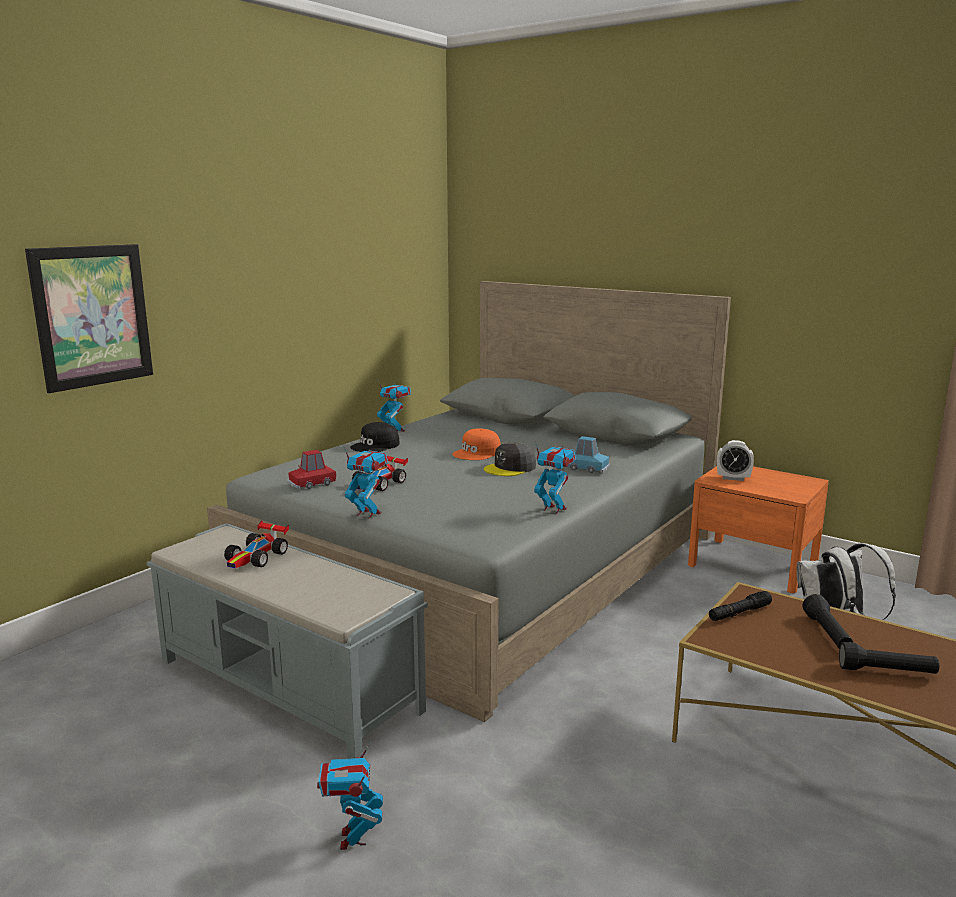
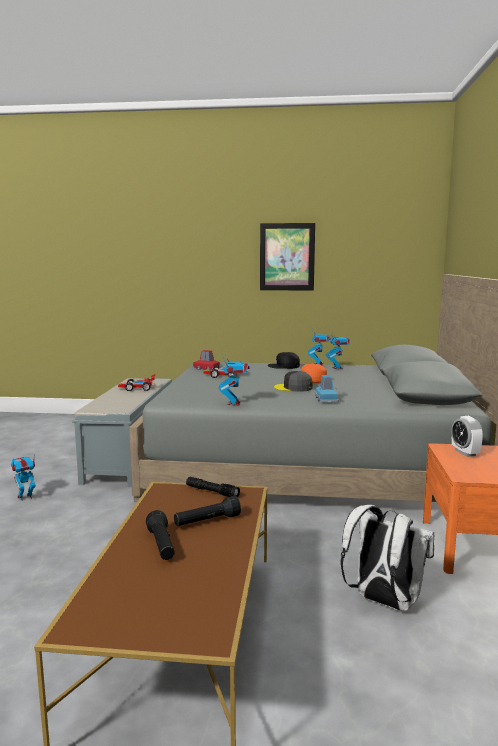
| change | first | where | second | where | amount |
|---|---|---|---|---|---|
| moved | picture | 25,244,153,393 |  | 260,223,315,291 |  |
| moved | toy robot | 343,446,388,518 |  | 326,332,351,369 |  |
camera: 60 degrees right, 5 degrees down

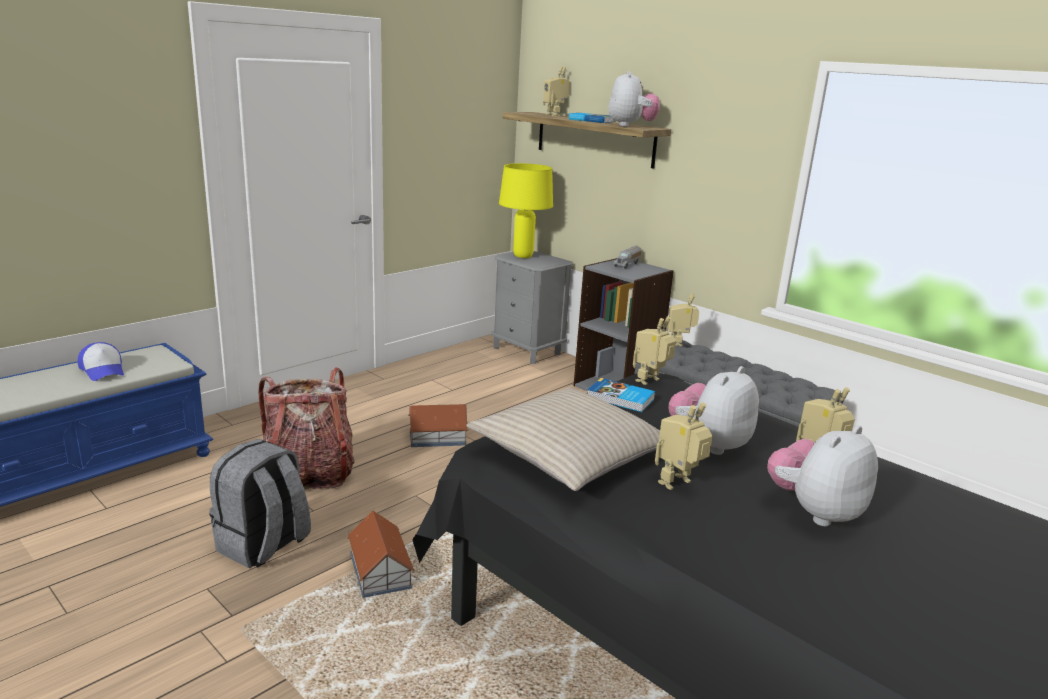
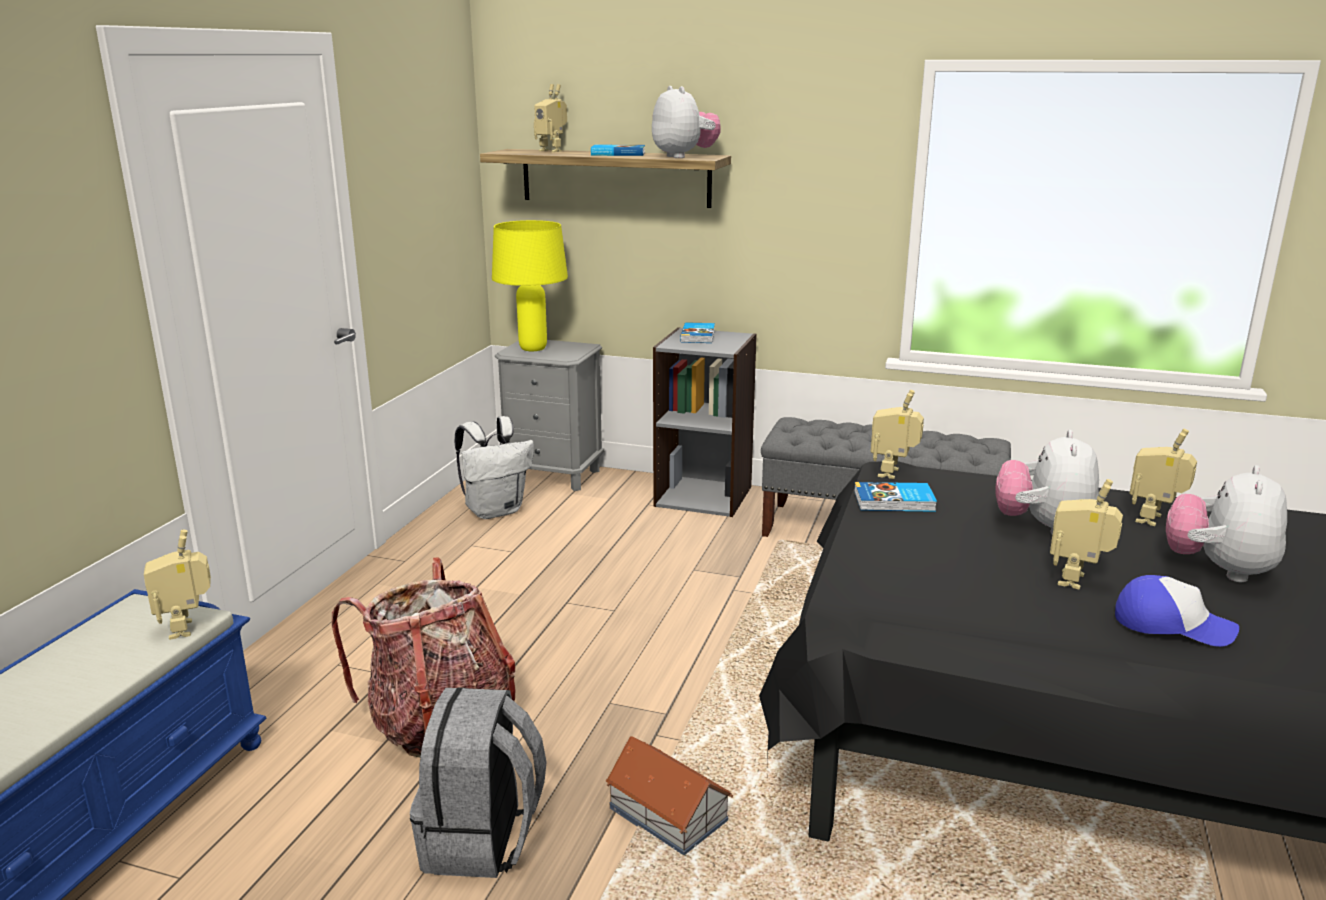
| change | first | where | second | where | amount |
|---|---|---|---|---|---|
| moved | cap | 78,342,124,381 |  | 1115,575,1239,647 |  |
| removed | toy house | 409,404,469,447 |  |  |  |
| removed | beige pillow | 466,387,660,491 |  |  |  |
| replaced | toy truck | 613,246,642,269 | book | 680,322,715,343 |  |
| moved | toy robot | 668,293,699,346 |  | 144,530,211,640 |  |
| added |  |  | white backpack | 455,416,534,519 |  |
camera: 25 degrees left, 0 degrees up

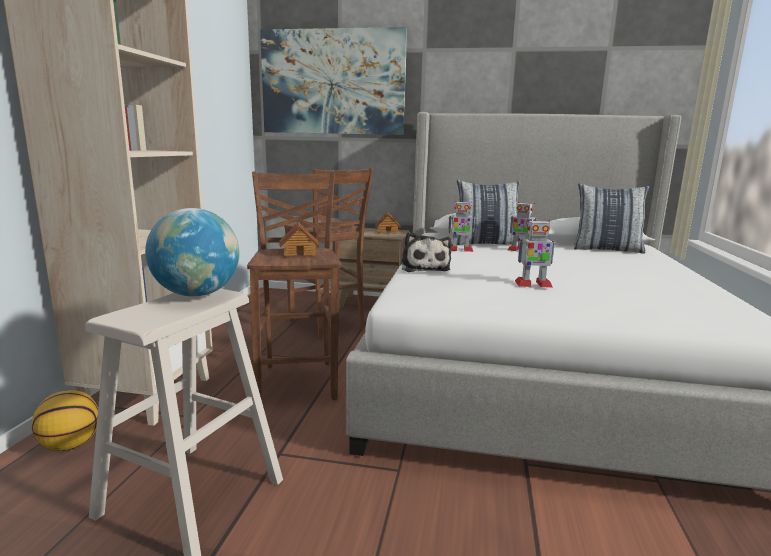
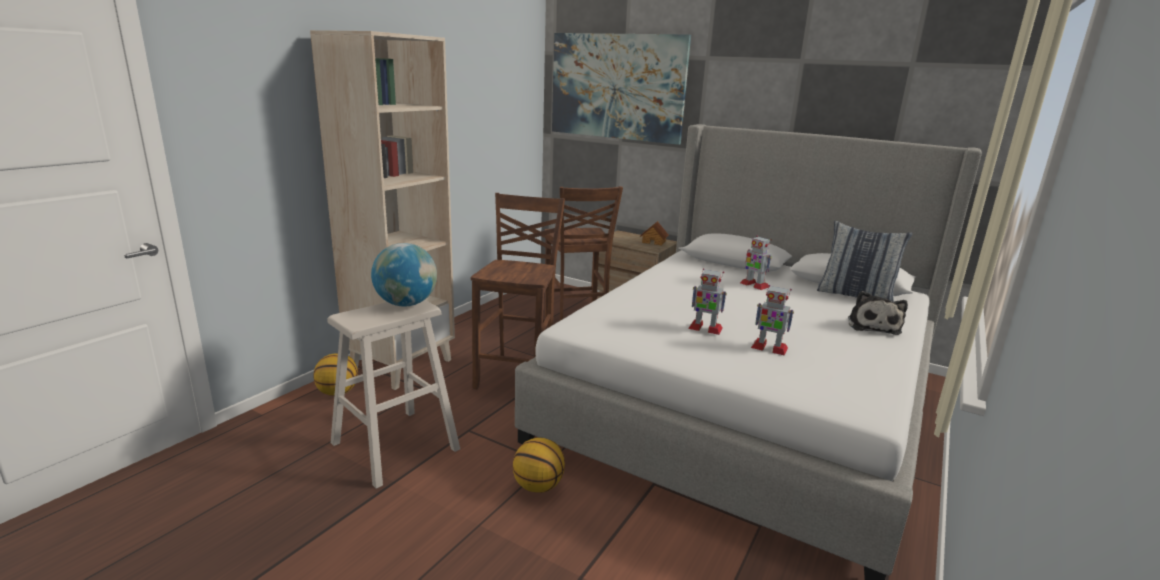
| change | first | where | second | where | amount |
|---|---|---|---|---|---|
| removed | toy house | 279,222,319,257 |  |  |  |
| moved | plush toy | 401,232,452,272 |  | 848,291,908,335 |  |
| moved | toy robot | 449,201,476,252 |  | 751,285,794,356 |  |
| removed | pillow | 457,180,521,245 |  |  |  |
| added |  |  | basketball | 513,437,565,493 |  |
camera: 20 degrees right, 5 degrees up

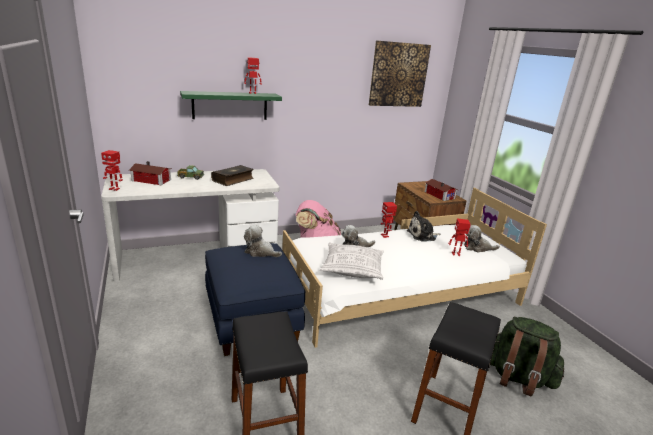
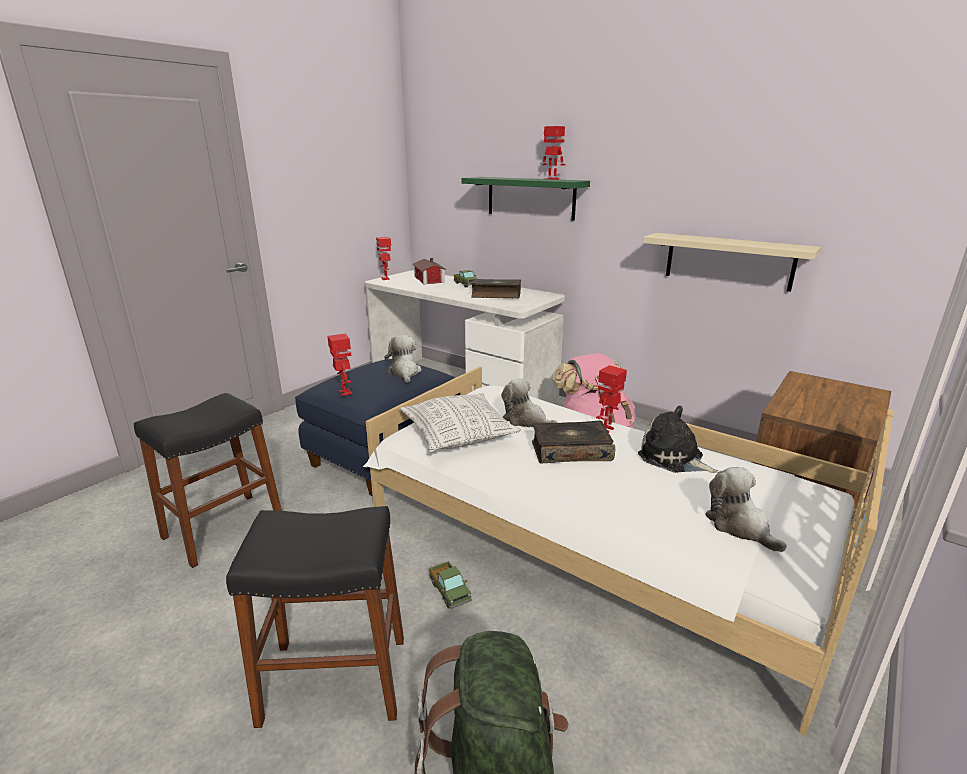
| change | first | where | second | where | amount |
|---|---|---|---|---|---|
| removed | picture | 369,40,431,107 |  |  |  |
| removed | toy house | 425,179,458,201 |  |  |  |
| moved | toy robot | 448,218,471,256 |  | 327,334,352,396 |  |
| added |  |  | toy truck | 429,561,472,609 |  |
| added |  |  | book | 532,420,615,463 |  |
| added |  |  | beige shelf | 643,233,821,292 |  |
camera: 60 degrees right, 0 degrees up

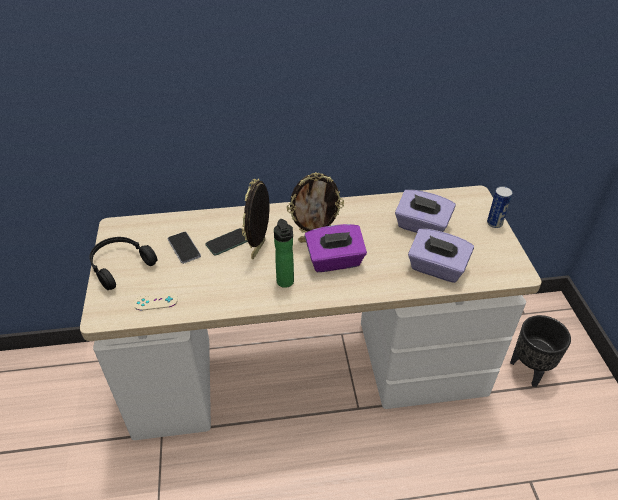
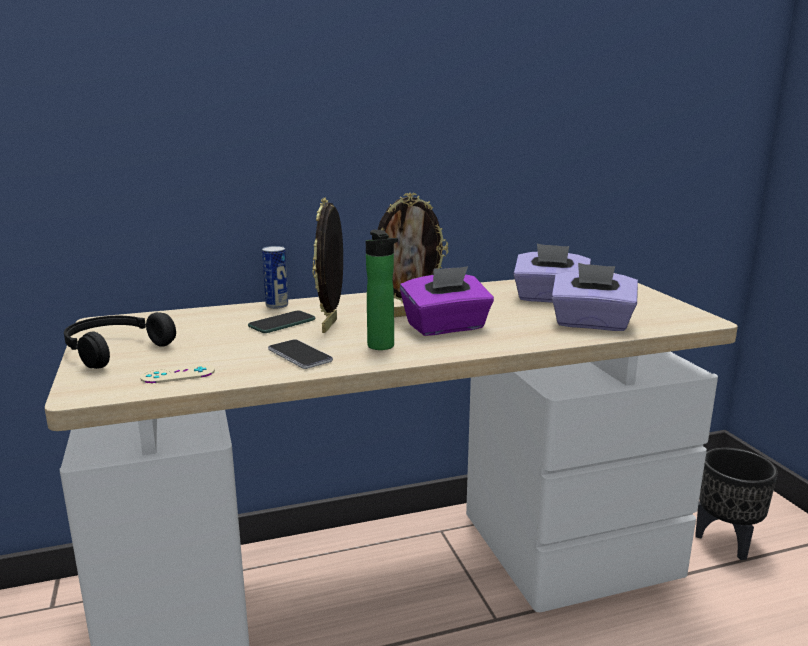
| change | first | where | second | where | amount |
|---|---|---|---|---|---|
| moved | phone | 168,232,201,264 |  | 268,339,333,369 |  |
| moved | can | 487,186,512,228 |  | 262,246,288,309 |  |
camera: 10 degrees left, 25 degrees down

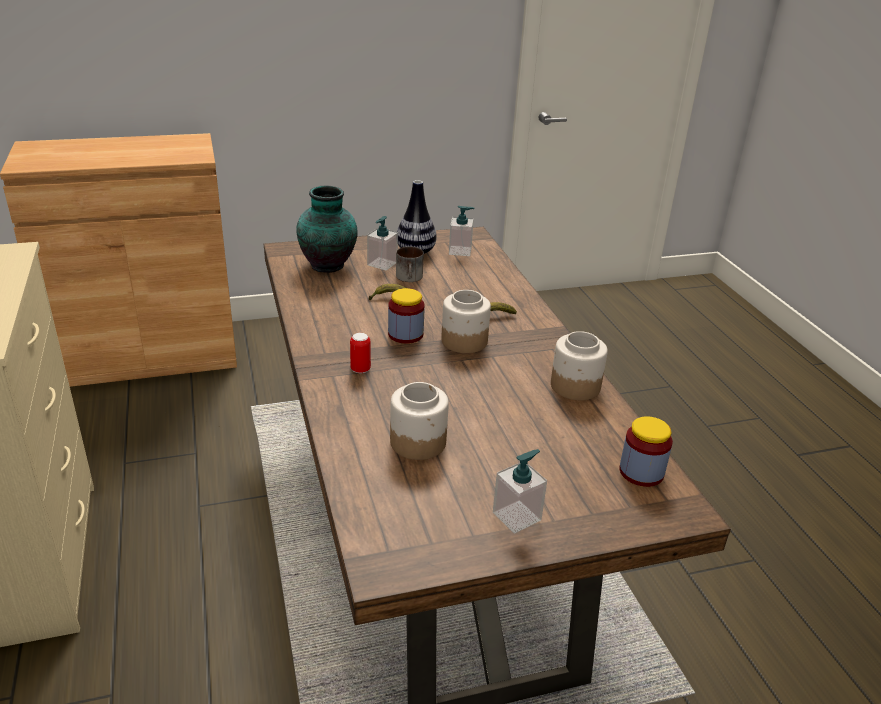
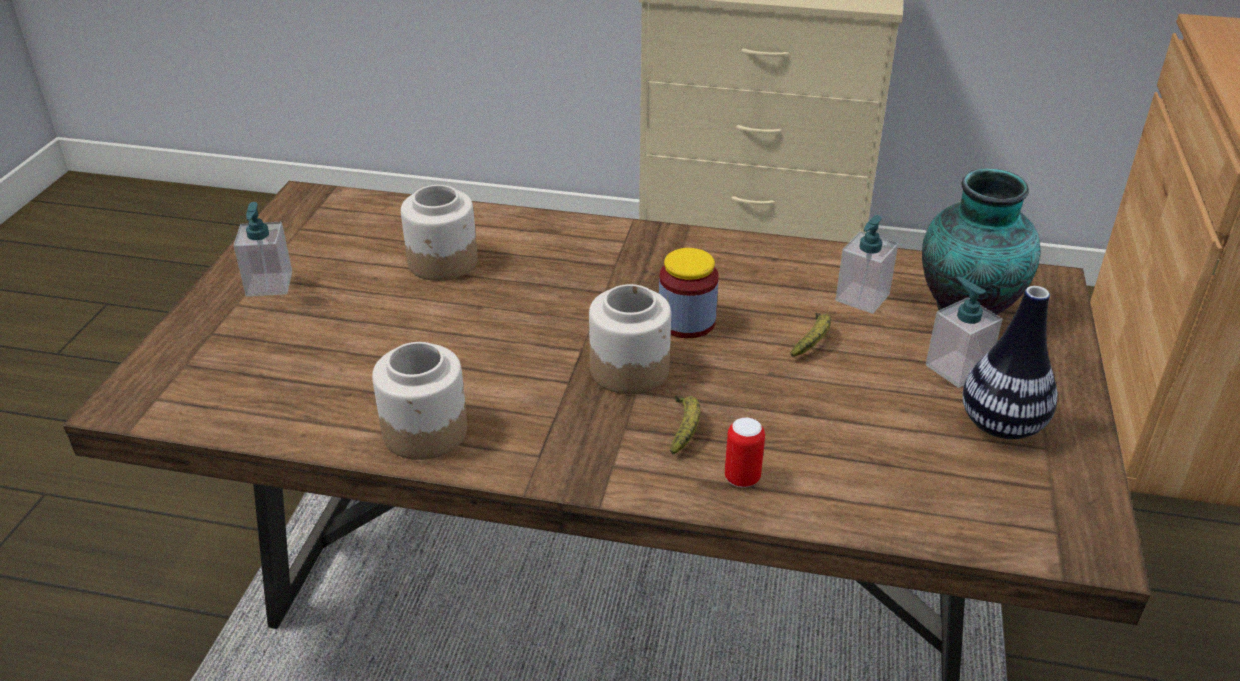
| change | first | where | second | where | amount |
|---|---|---|---|---|---|
| moved | can | 350,333,371,373 |  | 725,417,765,488 |  |
| removed | mug | 396,246,424,282 |  |  |  |
| moved | soap dispenser | 449,206,474,256 |  | 835,215,898,314 |  |
| removed | jar | 620,416,673,487 |  |  |  |
camera: 120 degrees right, 5 degrees up

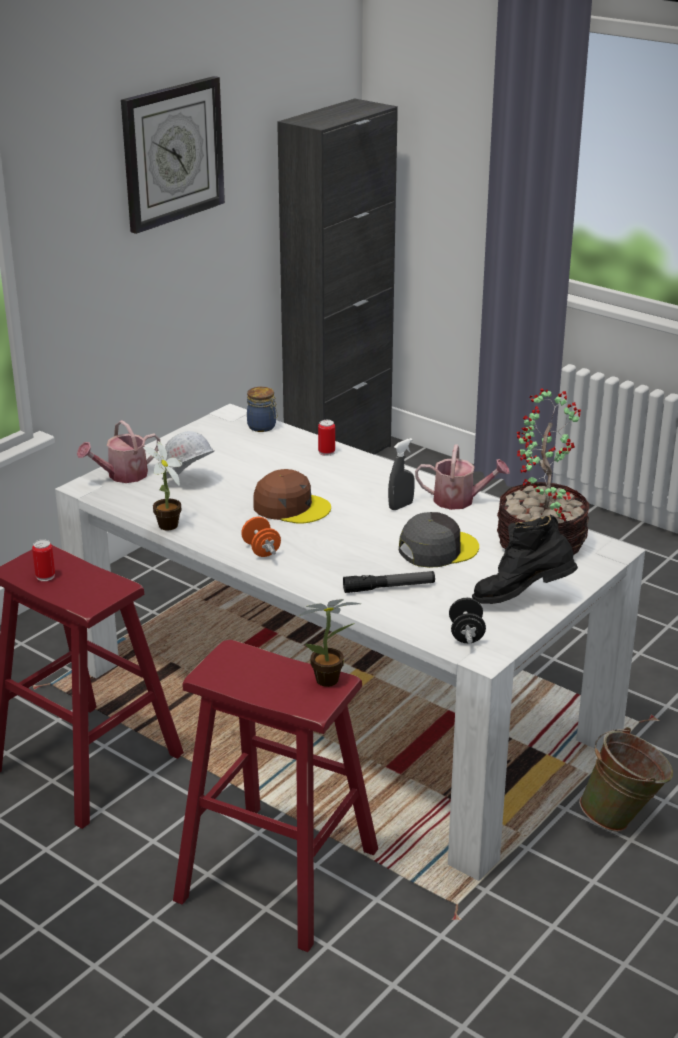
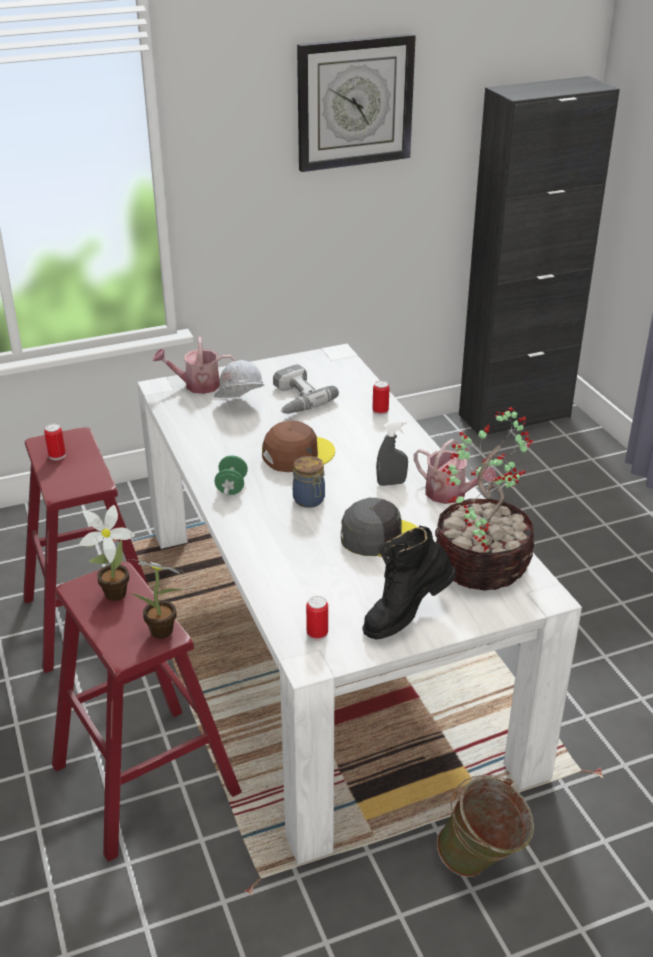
| change | first | where | second | where | amount |
|---|---|---|---|---|---|
| moved | potted plant | 143,441,182,531 |  | 79,505,135,601 |  |
| recoloured | orange dumbbell | 241,517,281,557 | green dumbbell | 215,455,248,495 |  |
| moved | jar | 247,387,278,432 |  | 293,456,325,508 |  |
| turned | brown cap | 253,469,331,524 |  | 262,421,335,472 | 75 degrees counterclockwise |
| removed | flashlight | 343,571,435,593 |  |  |  |
| replaced | black dumbbell | 449,598,486,643 | can | 306,596,328,641 |  |
| turned | black boot | 472,514,578,604 |  | 362,525,456,639 | 60 degrees counterclockwise |
| added |  |  | power drill | 273,364,339,414 |  |
camera: 30 degrees right, 5 degrees up

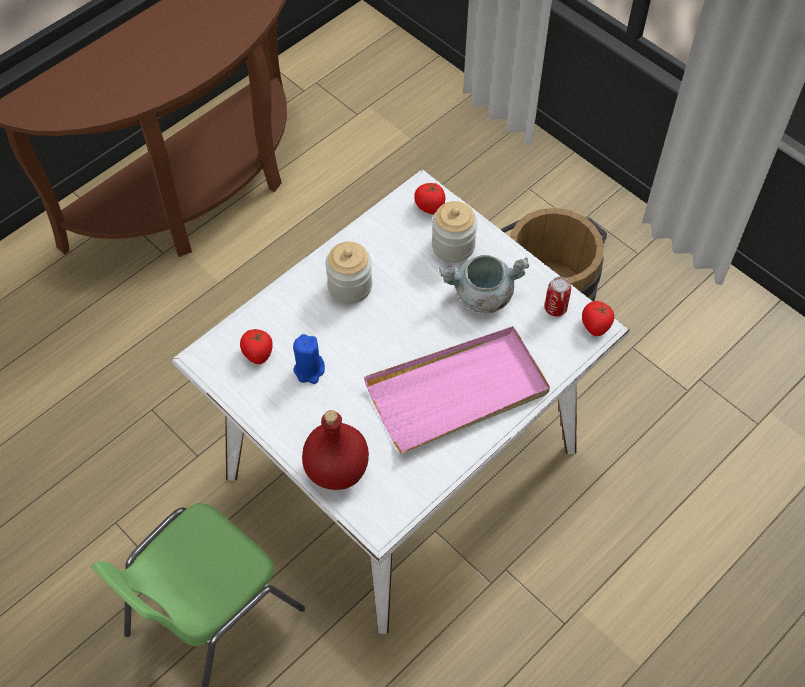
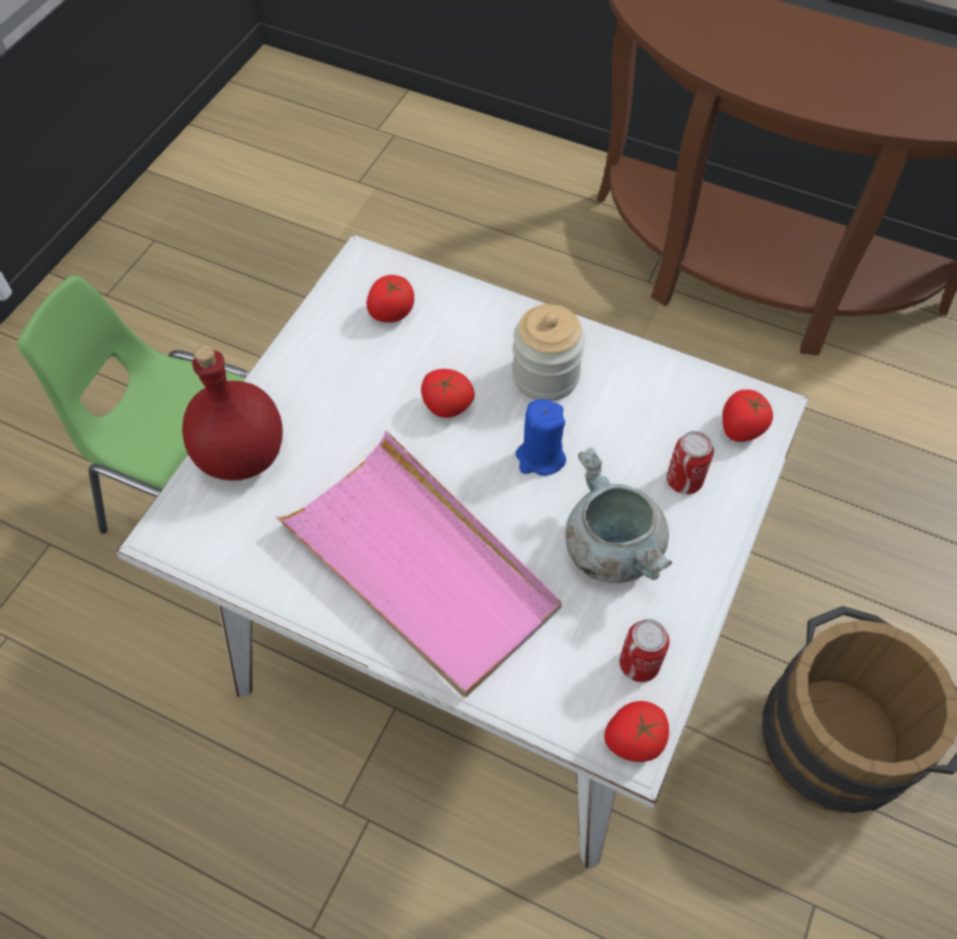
| change | first | where | second | where | amount |
|---|---|---|---|---|---|
| moved | blue candle | 293,334,325,384 |  | 516,399,566,476 |  |
| replaced | jar | 432,201,477,263 | can | 667,431,714,494 |  |
| added |  |  | tomato | 421,369,475,418 |  |
camera: 70 degrees right, 0 degrees up

